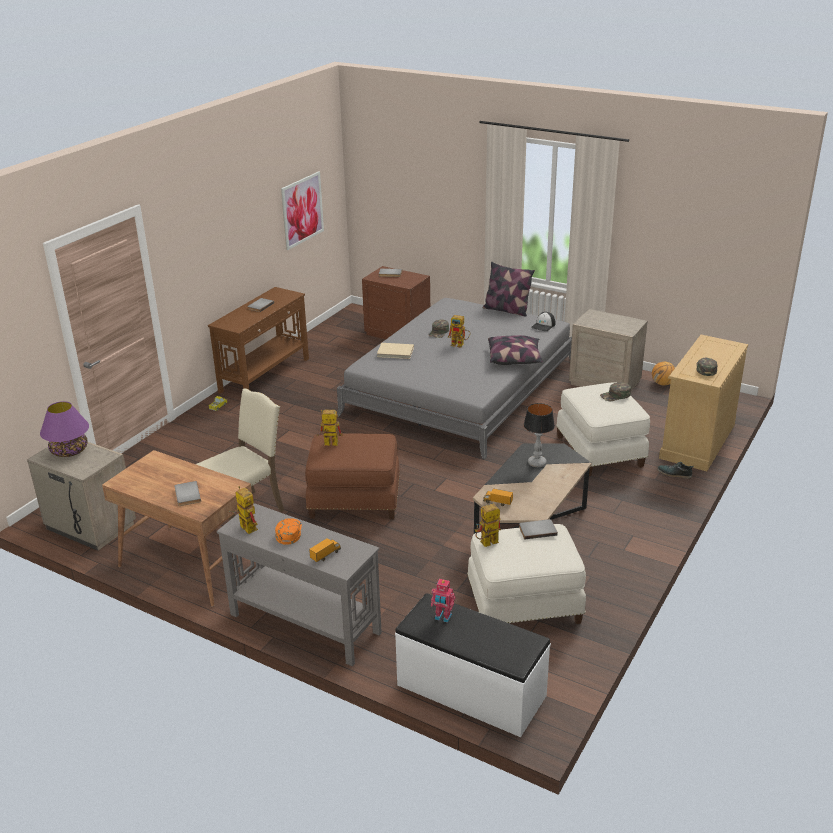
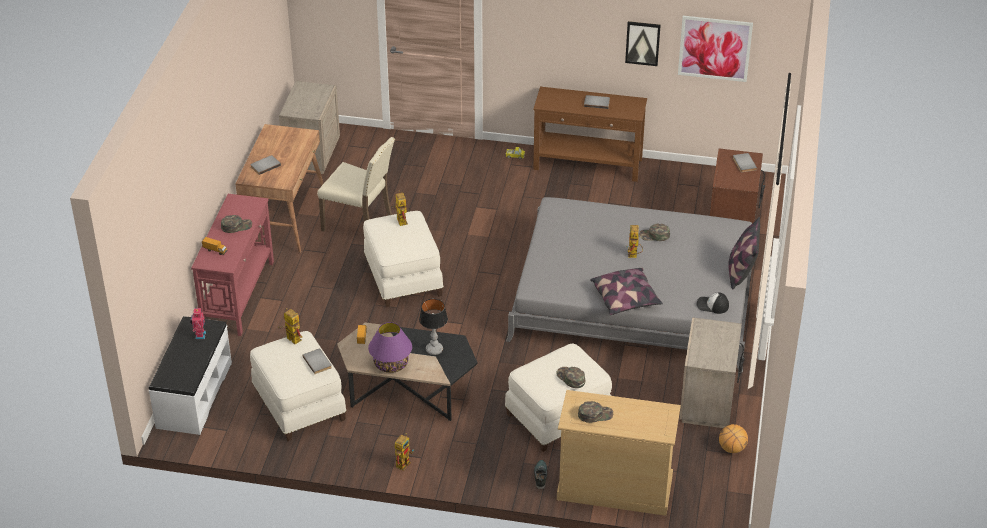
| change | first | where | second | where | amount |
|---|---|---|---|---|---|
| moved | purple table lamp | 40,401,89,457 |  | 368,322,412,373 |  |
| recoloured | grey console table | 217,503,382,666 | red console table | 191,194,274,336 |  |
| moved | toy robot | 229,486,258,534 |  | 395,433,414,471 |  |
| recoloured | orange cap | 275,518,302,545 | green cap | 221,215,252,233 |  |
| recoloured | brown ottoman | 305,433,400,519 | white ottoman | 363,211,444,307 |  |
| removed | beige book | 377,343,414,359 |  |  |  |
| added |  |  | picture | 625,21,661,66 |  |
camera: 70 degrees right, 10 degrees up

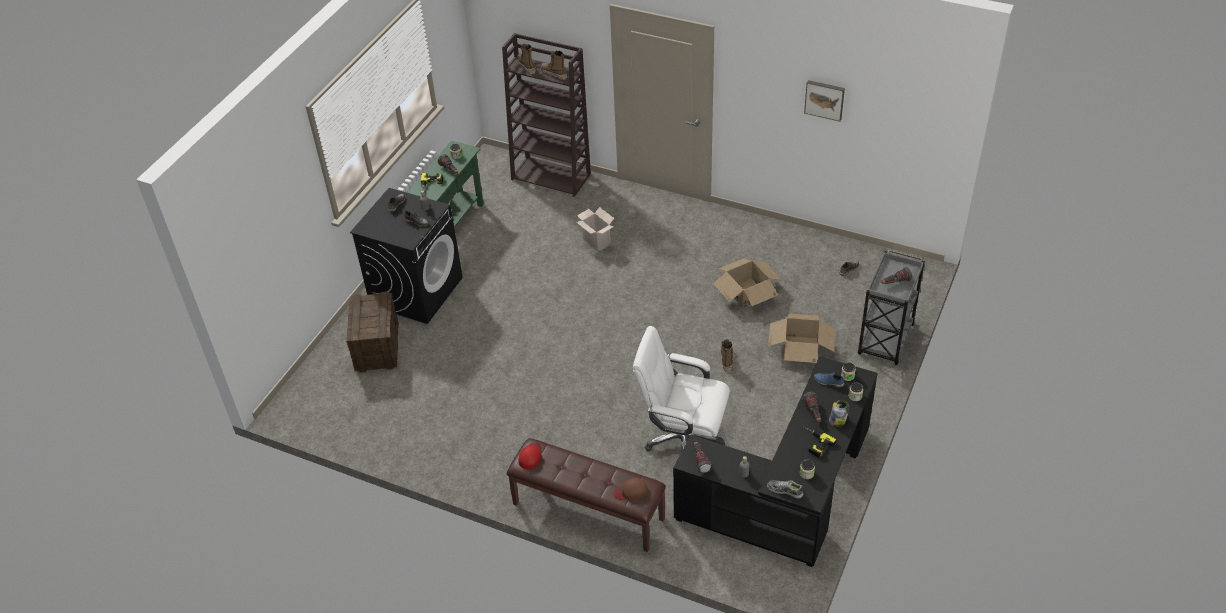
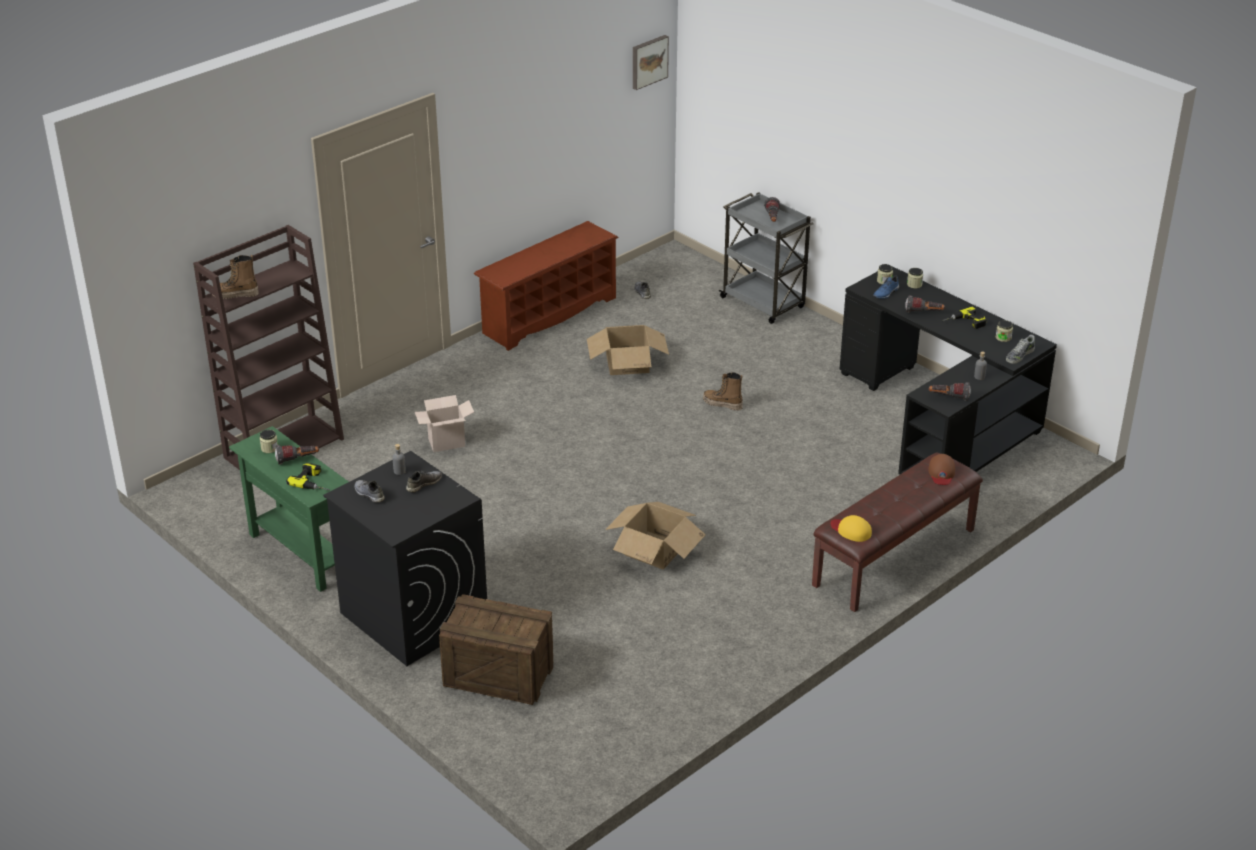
| change | first | where | second | where | amount |
|---|---|---|---|---|---|
| recoloured | red cap | 519,442,541,469 | yellow cap | 831,515,872,542 |  |
| removed | boot | 541,51,567,80 |  |  |  |
| removed | white office chair | 633,326,730,451 |  |  |  |
| moved | cardboard box | 768,313,835,363 |  | 605,502,705,569 |  |
| moved | picture | 804,80,845,122 |  | 633,35,669,90 |  |
| removed | jar | 829,400,849,427 |  |  |  |
| added |  |  | brown shoe rack | 474,221,619,351 |  |
camera: 70 degrees left, 10 degrees down

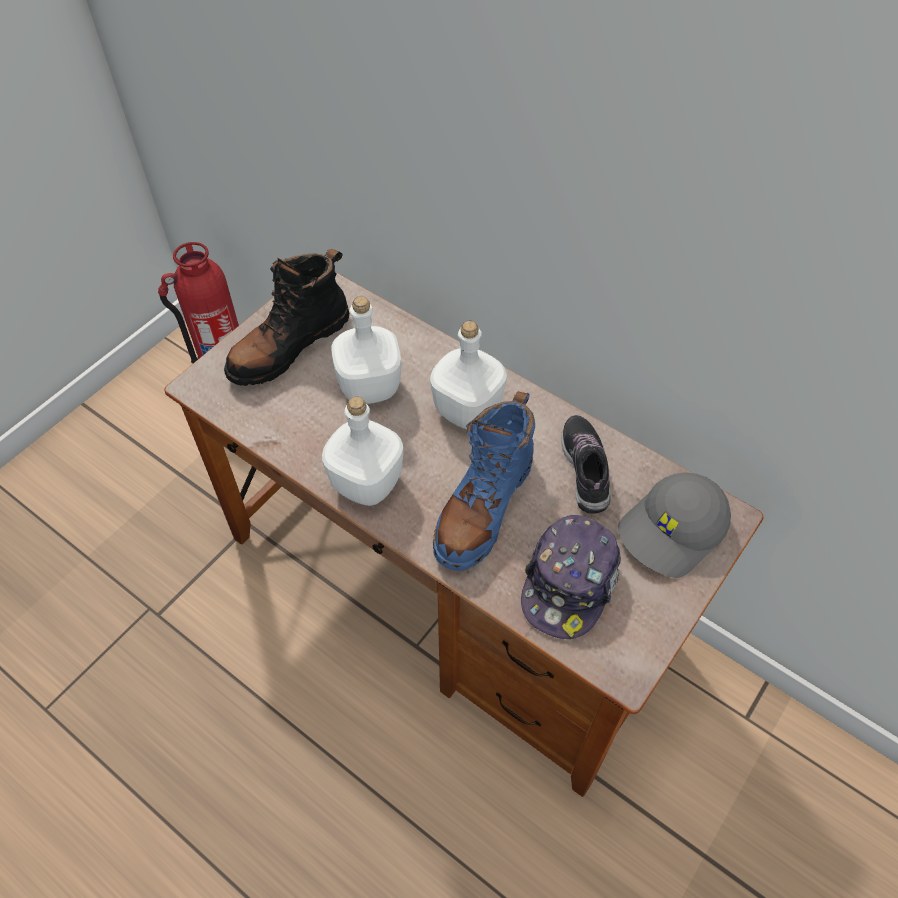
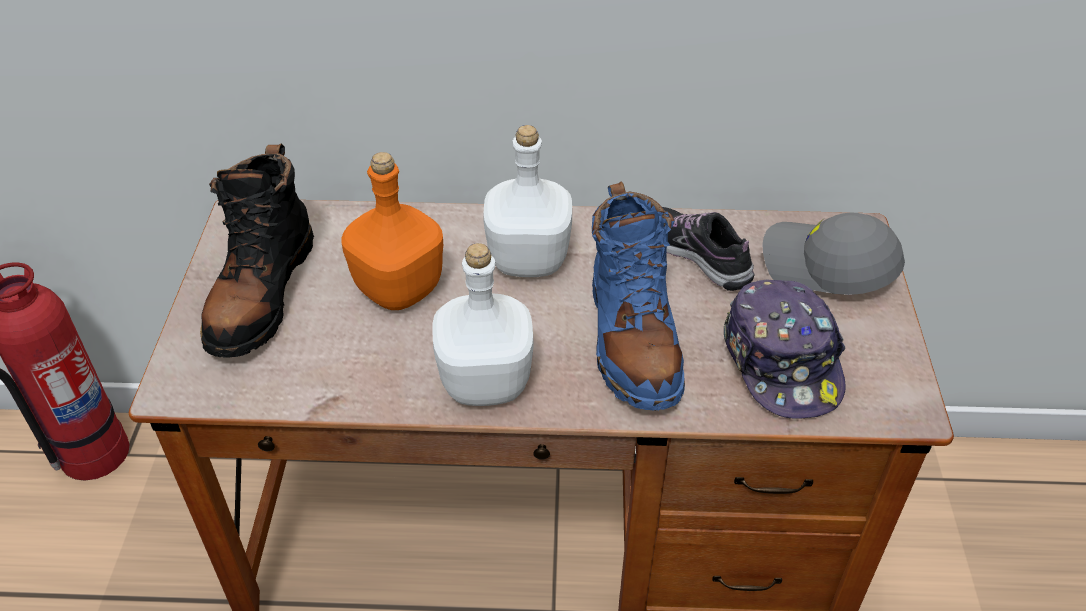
| change | first | where | second | where | amount |
|---|---|---|---|---|---|
| recoloured | white bottle | 331,296,402,404 | orange bottle | 341,152,443,310 |  |
| turned | grey cap | 618,472,731,578 |  | 763,212,905,295 | 105 degrees clockwise |
camera: 35 degrees left, 10 degrees down

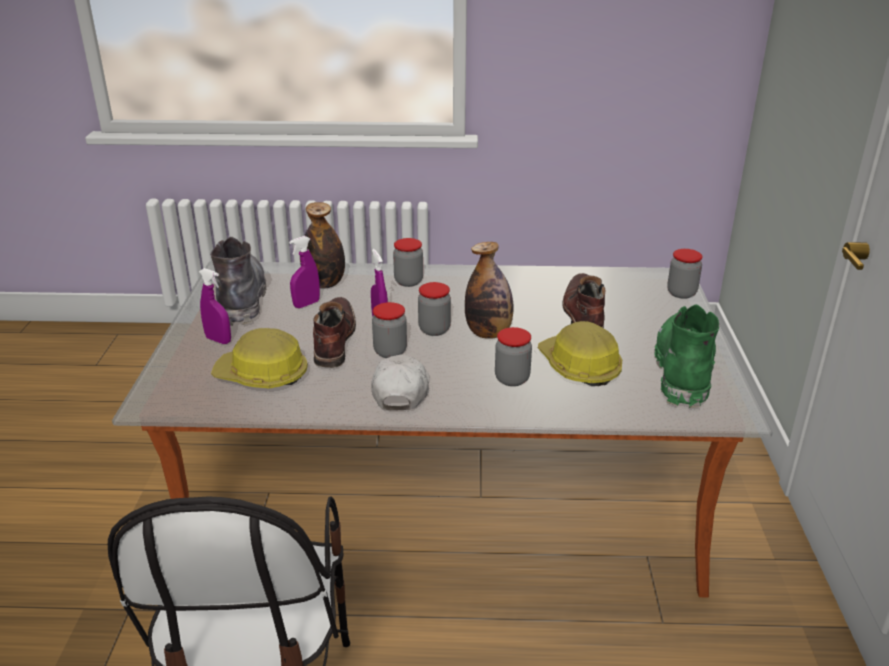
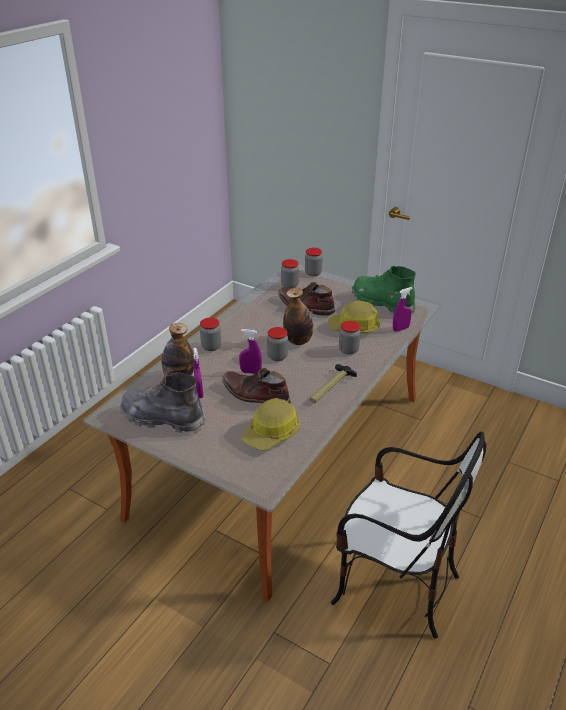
| change | first | where | second | where | amount |
|---|---|---|---|---|---|
| moved | purple spray bottle | 199,268,231,344 |  | 393,287,413,332 |  |
| replaced | white cap | 371,354,430,411 | hammer | 310,364,357,403 |  |
| moved | jar | 372,302,407,358 |  | 281,259,299,289 |  |
camera: 60 degrees left, 5 degrees up

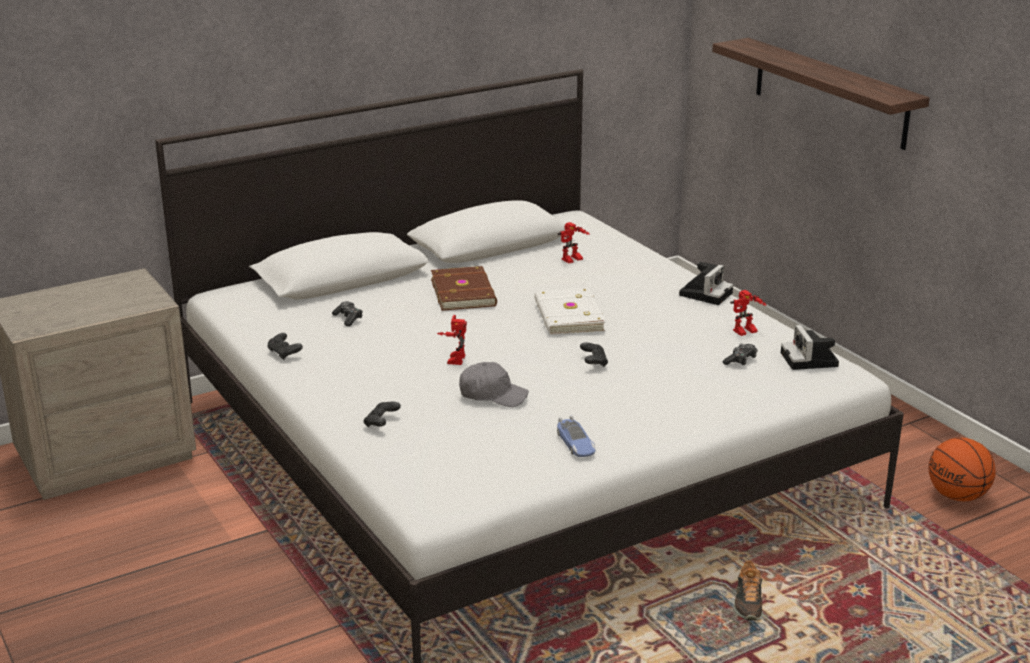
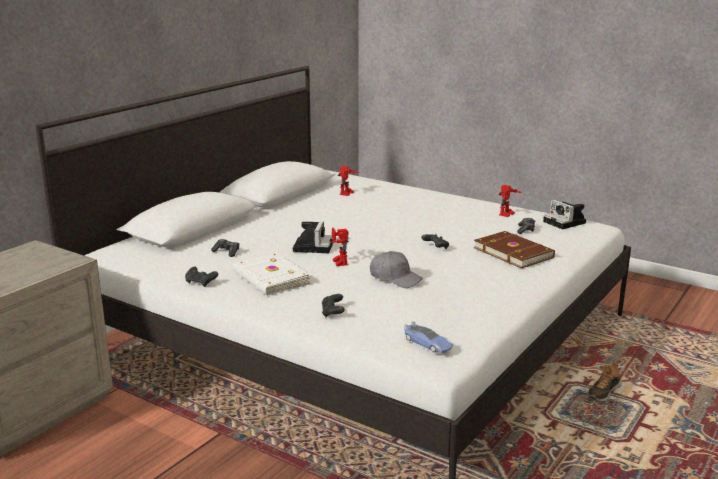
| change | first | where | second | where | amount |
|---|---|---|---|---|---|
| moved | brown book | 431,266,497,311 |  | 473,231,555,268 |  |
| turned | grey cap | 459,362,529,407 |  | 370,251,424,288 | 45 degrees clockwise |
| moved | white book | 534,288,606,335 |  | 233,253,311,296 |  |
| moved | toy car | 557,415,596,457 |  | 404,321,453,353 |  |
| moved | photo camera | 679,262,733,305 |  | 292,221,333,253 |  |
| removed | shelf | 712,38,930,150 |  |  |  |
| turned | shoe | 734,560,763,621 |  | 588,364,622,402 | 60 degrees clockwise |
| removed | basketball | 928,438,996,501 |  |  |  |
camera: 25 degrees left, 5 degrees down

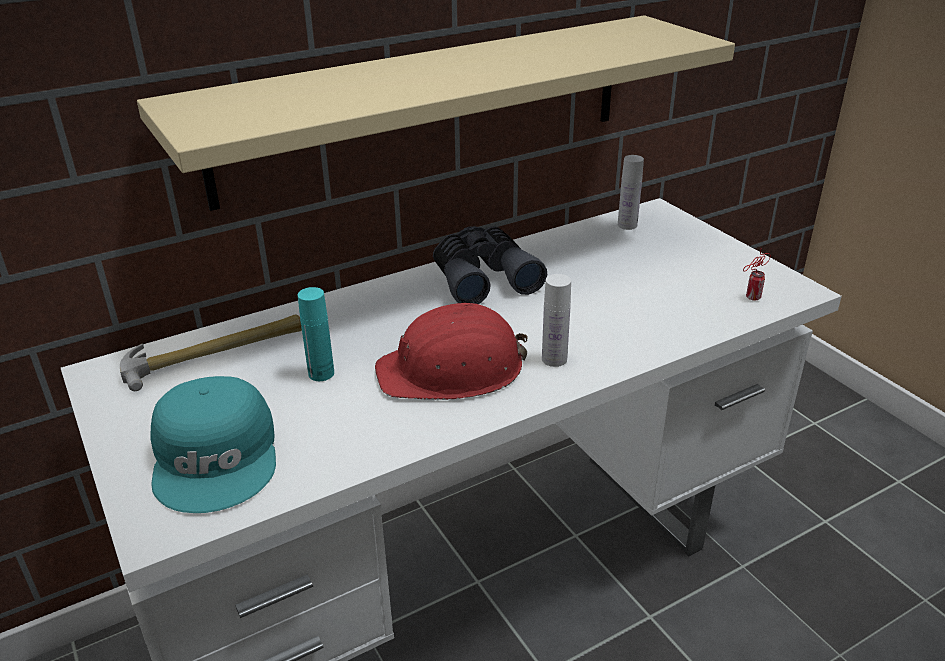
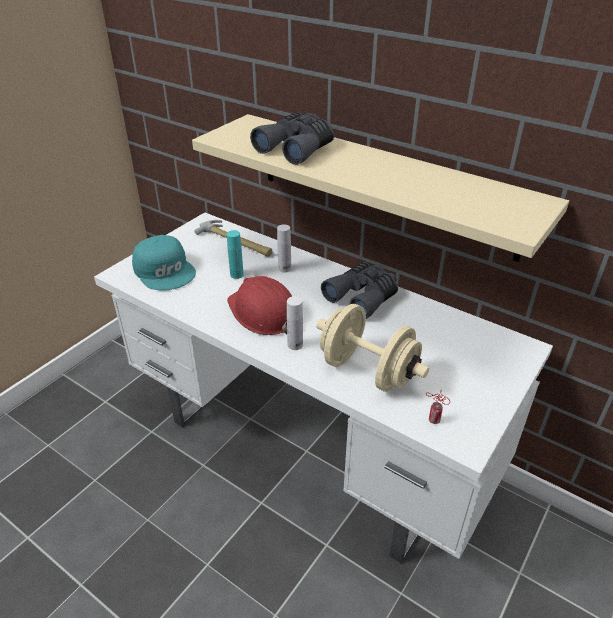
| change | first | where | second | where | amount |
|---|---|---|---|---|---|
| turned | turquoise cap | 151,376,276,513 |  | 132,235,196,290 | 90 degrees counterclockwise |
| moved | white bottle | 618,155,644,230 |  | 277,224,291,273 |  |
| added |  |  | grey binoculars | 250,112,334,165 |  |
| added |  |  | beige dumbbell | 316,304,429,392 |  |
camera: 65 degrees right, 5 degrees up

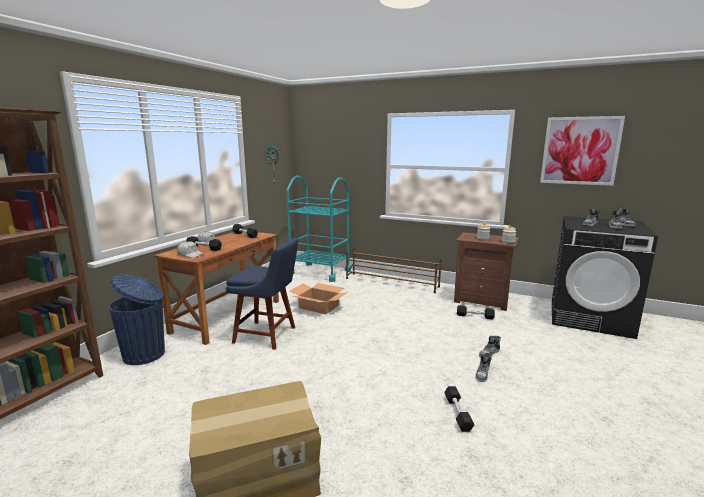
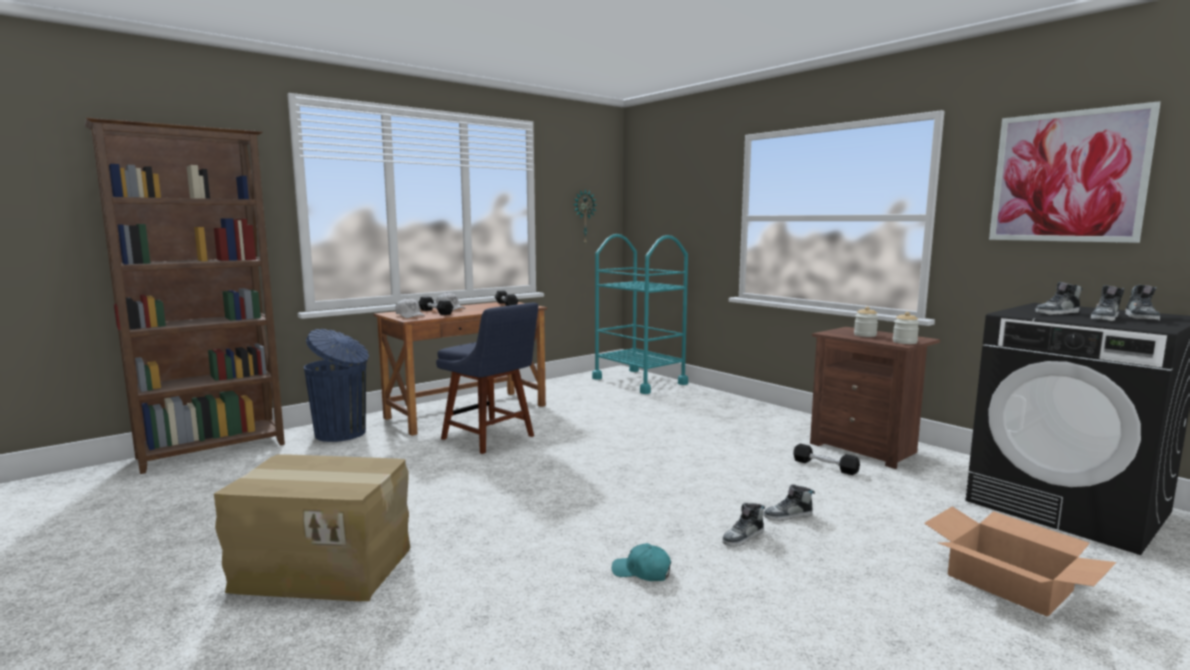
| change | first | where | second | where | amount |
|---|---|---|---|---|---|
| moved | cardboard box | 290,283,348,314 |  | 924,506,1117,616 |  |
| removed | brown shoe rack | 346,249,441,293 |  |  |  |
| replaced | black dumbbell | 444,386,474,432 | turquoise cap | 612,543,671,581 |  |
camera: 25 degrees right, 5 degrees down

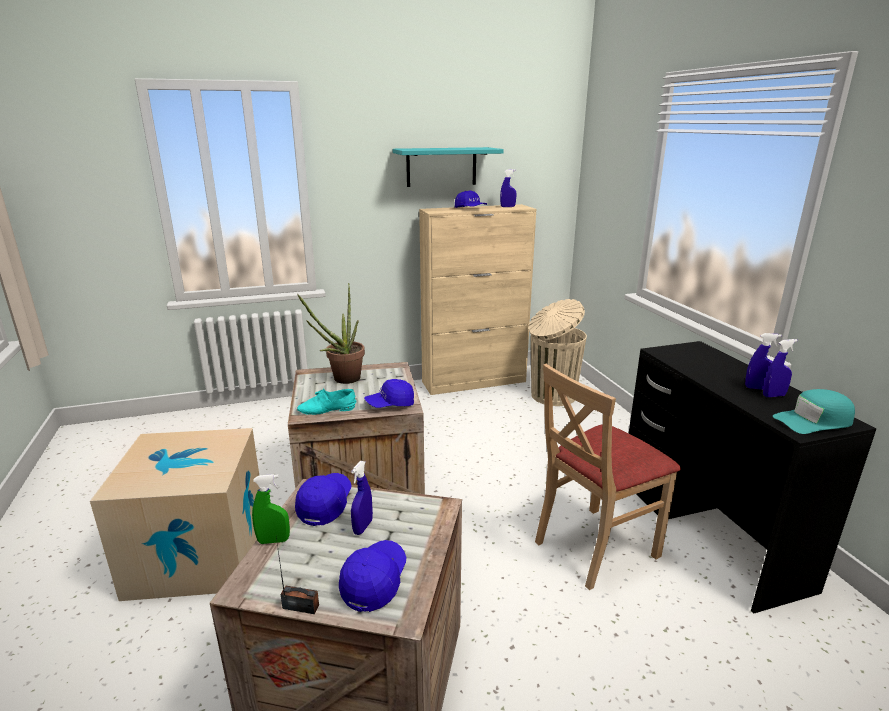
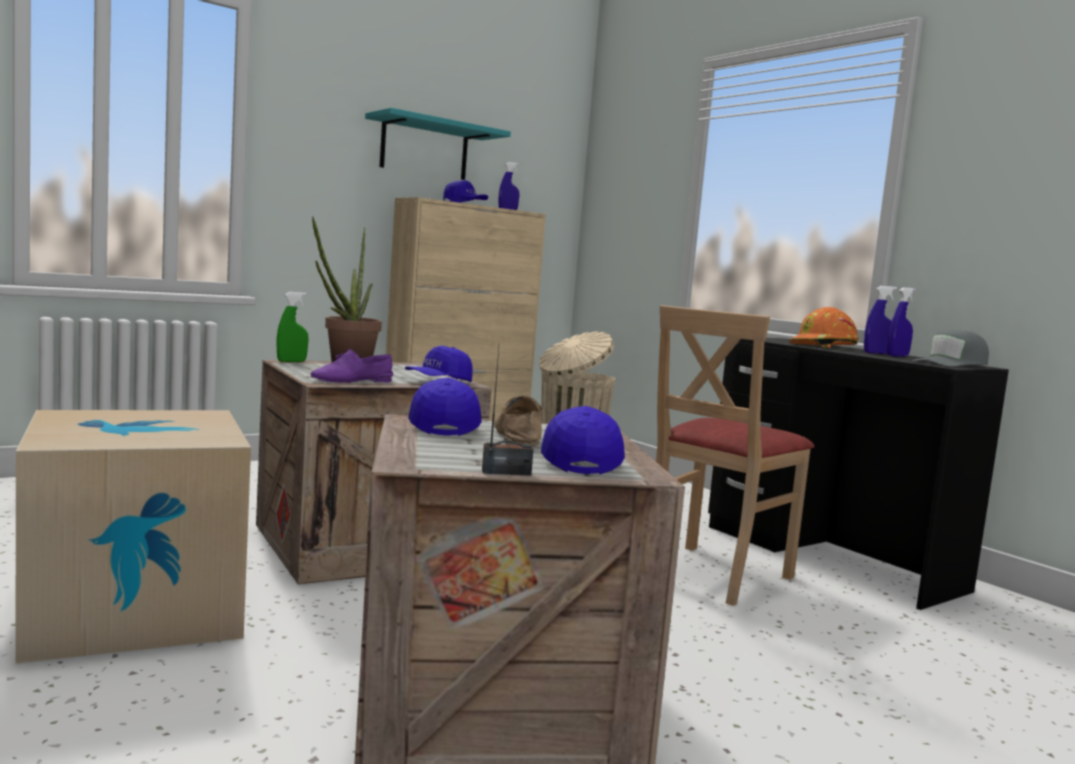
| change | first | where | second | where | amount |
|---|---|---|---|---|---|
| moved | green spray bottle | 252,474,290,544 |  | 276,292,309,362 |  |
| recoloured | turquoise shoe | 297,389,356,415 | purple shoe | 311,349,394,383 |  |
| replaced | blue spray bottle | 351,461,373,535 | beige shoe | 494,395,543,447 |  |
| recoloured | turquoise cap | 772,389,855,434 | grey cap | 912,330,989,367 |  |
| added |  |  | orange hard hat | 789,307,858,348 |  |
camera: 20 degrees left, 15 degrees down

